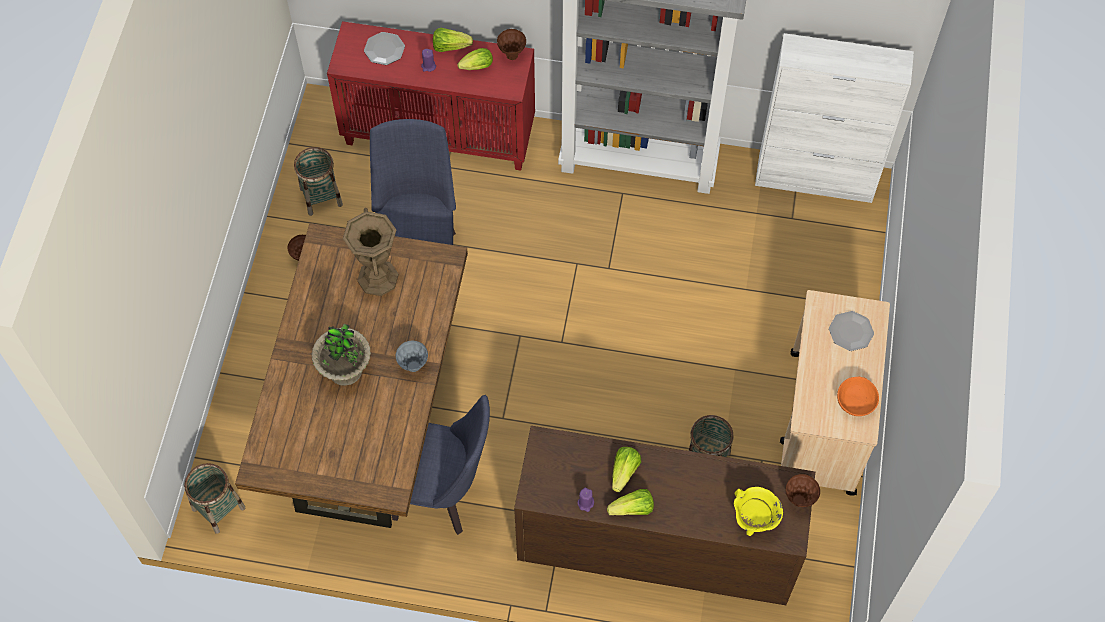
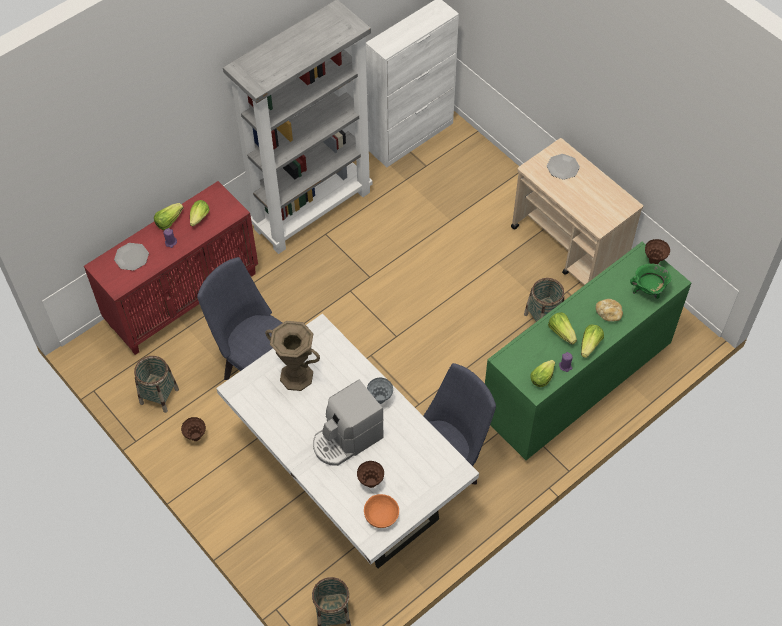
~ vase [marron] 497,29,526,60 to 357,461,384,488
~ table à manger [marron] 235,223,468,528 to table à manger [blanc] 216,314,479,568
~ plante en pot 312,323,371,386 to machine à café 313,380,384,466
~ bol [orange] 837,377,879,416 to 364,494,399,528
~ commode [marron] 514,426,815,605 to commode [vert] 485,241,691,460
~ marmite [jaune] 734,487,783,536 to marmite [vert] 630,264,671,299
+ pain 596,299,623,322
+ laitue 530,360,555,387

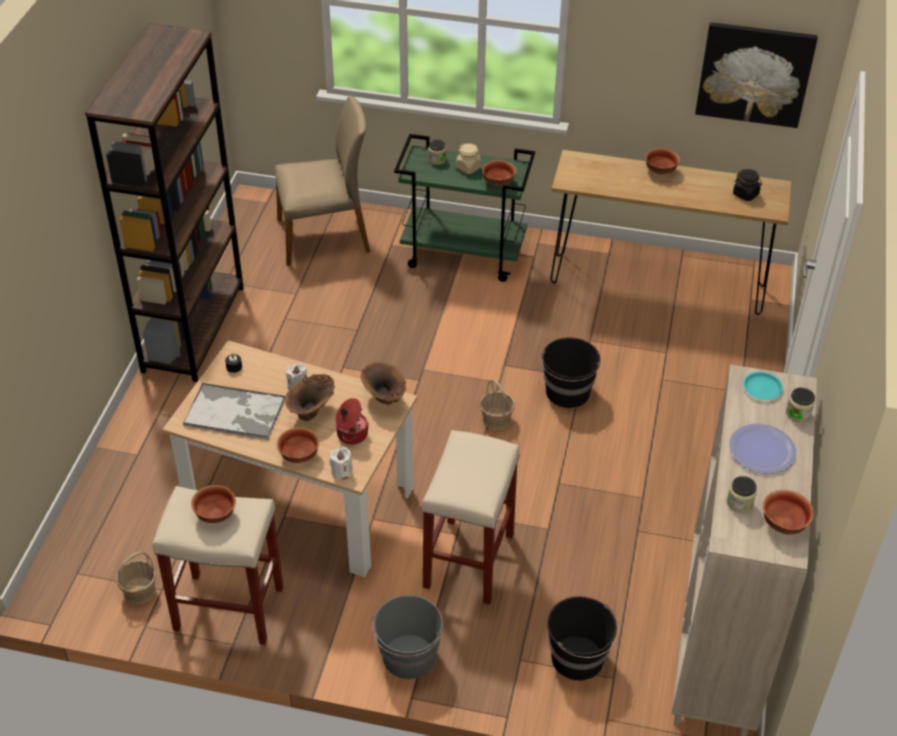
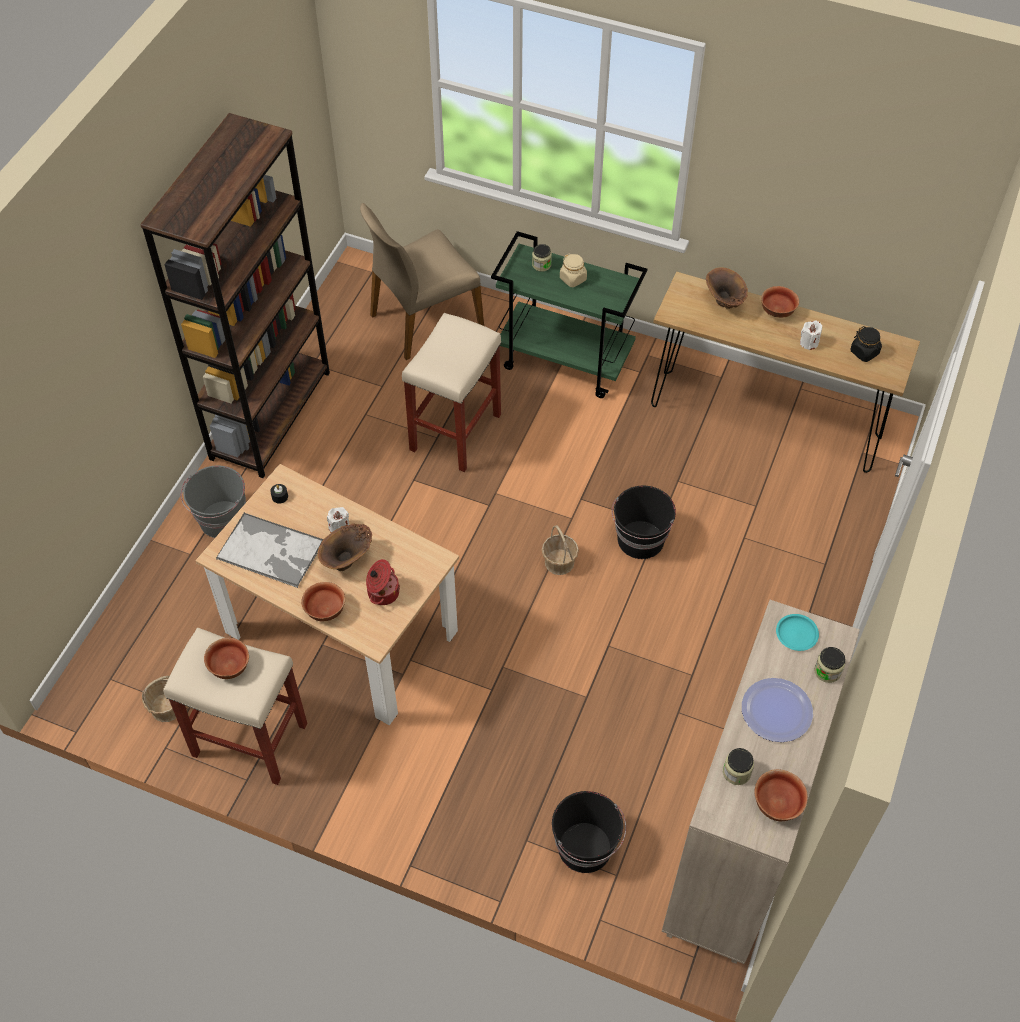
- tableau 695,22,818,128
~ chaise [beige] 275,95,370,266 = 360,203,484,360 150 degrees clockwise
- bol 482,160,516,186
~ vase [marron] 360,362,406,405 to 706,267,748,309
~ tabouret [beige] 421,430,520,605 to 402,313,501,472
~ bougie [blanc] 329,447,353,480 to 800,321,822,350
~ seau [gris] 371,595,443,679 to 181,465,246,538

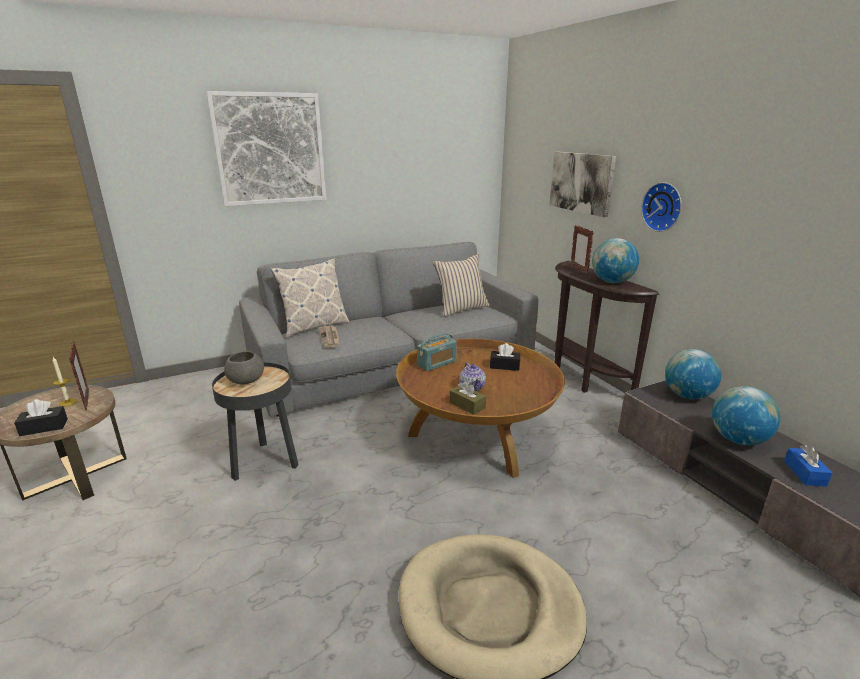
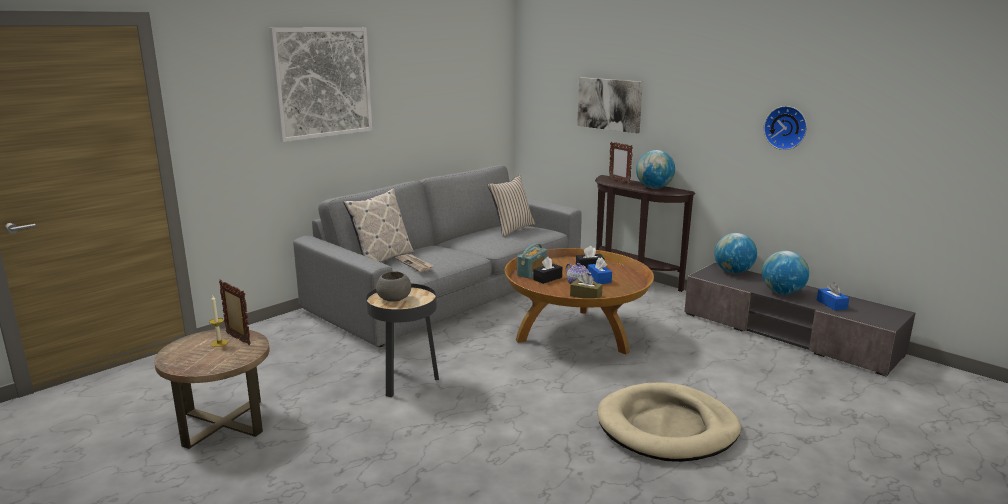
~ horloge murale 641,182,682,232 to 764,106,807,150
~ boîte à mouchoirs [noir] 14,399,68,436 to 533,257,562,284
+ boîte à mouchoirs [bleu] 588,257,612,284

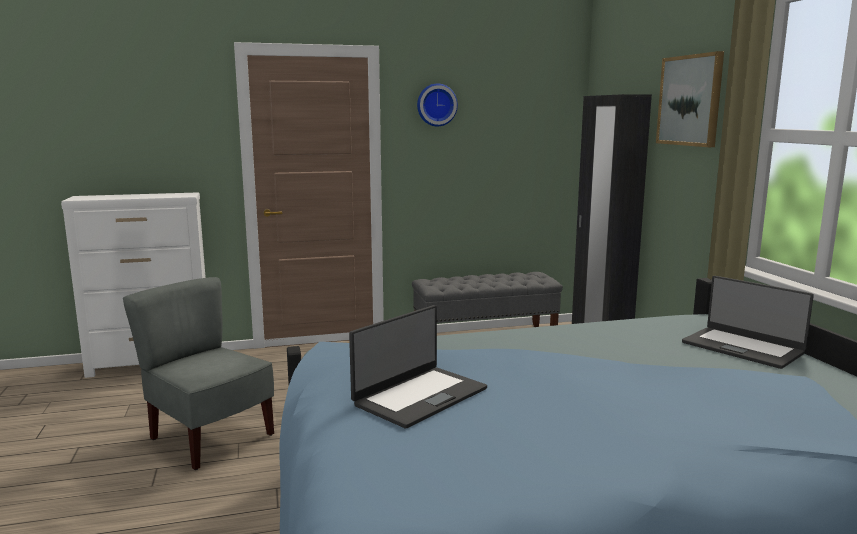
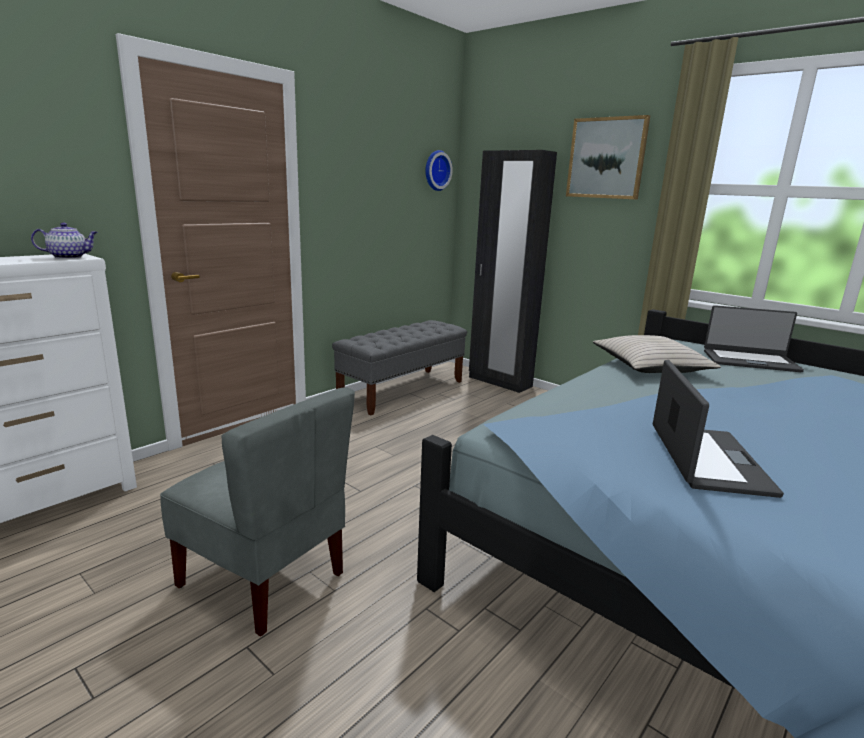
~ horloge murale 417,83,458,127 to 425,150,453,191
~ chaise [gris] 123,277,274,470 = 160,387,355,637 150 degrees counterclockwise
+ théière 31,222,98,259
+ coussin [beige] 593,335,721,373

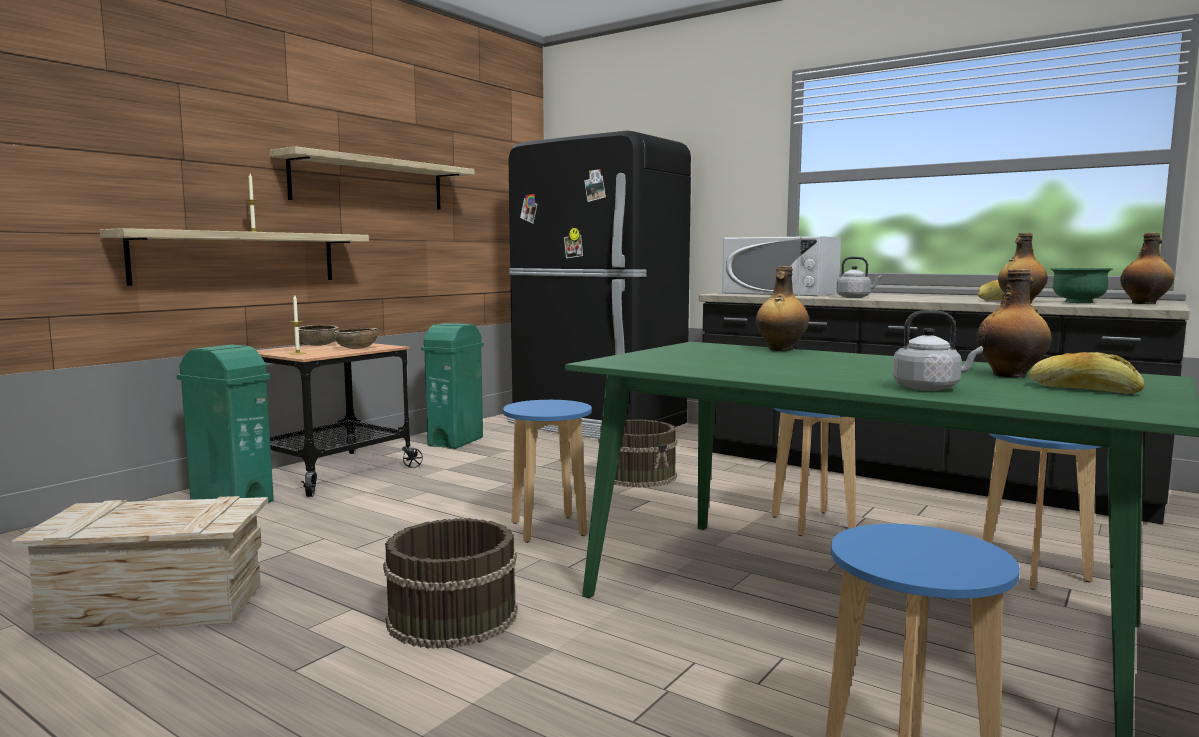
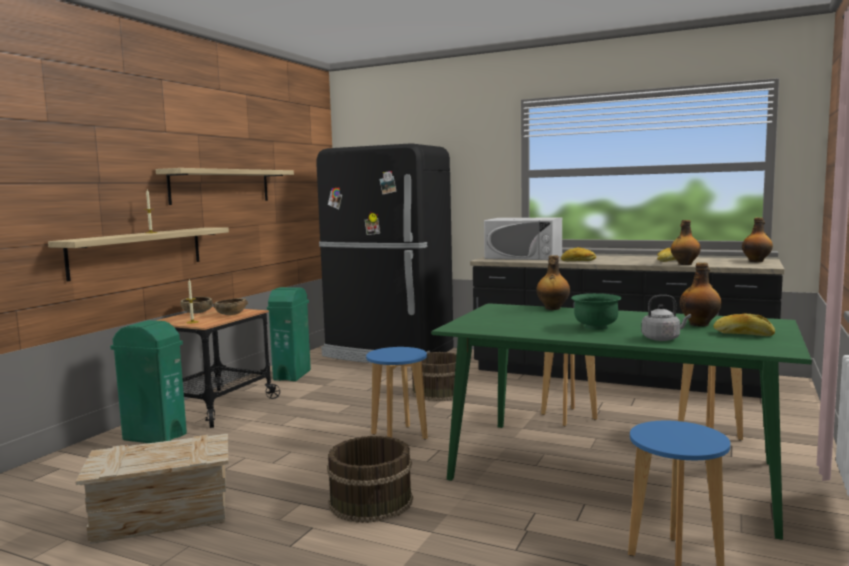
~ bouilloire [gris] 837,256,882,298 to pain 561,247,596,261
~ bol [vert] 1051,268,1113,303 to 571,293,622,330

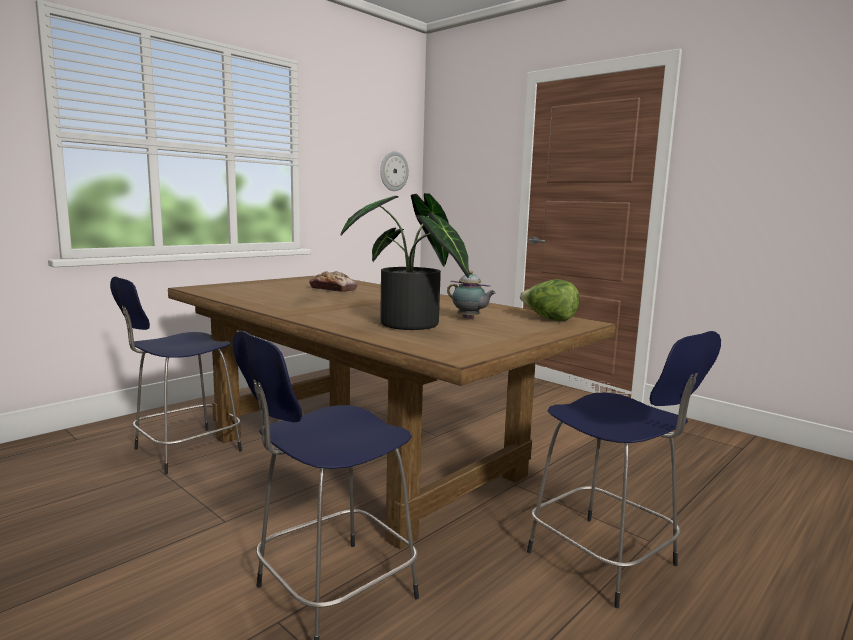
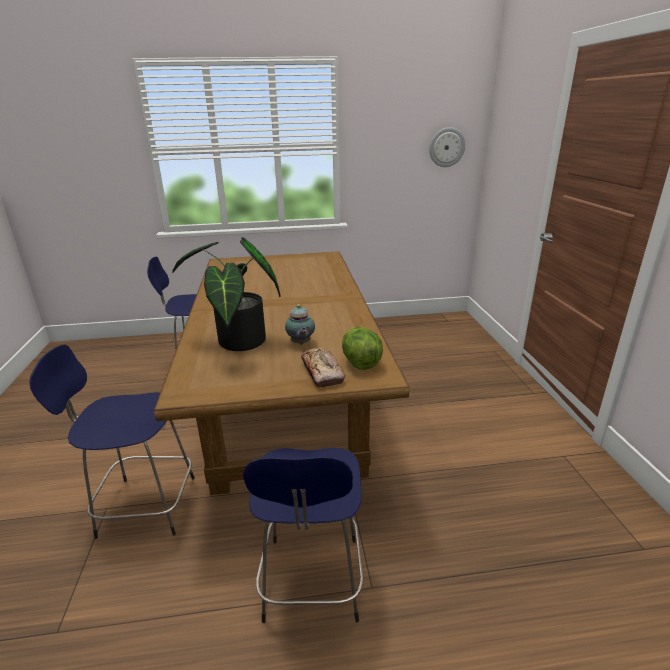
~ pain 309,271,357,292 to 301,348,345,388

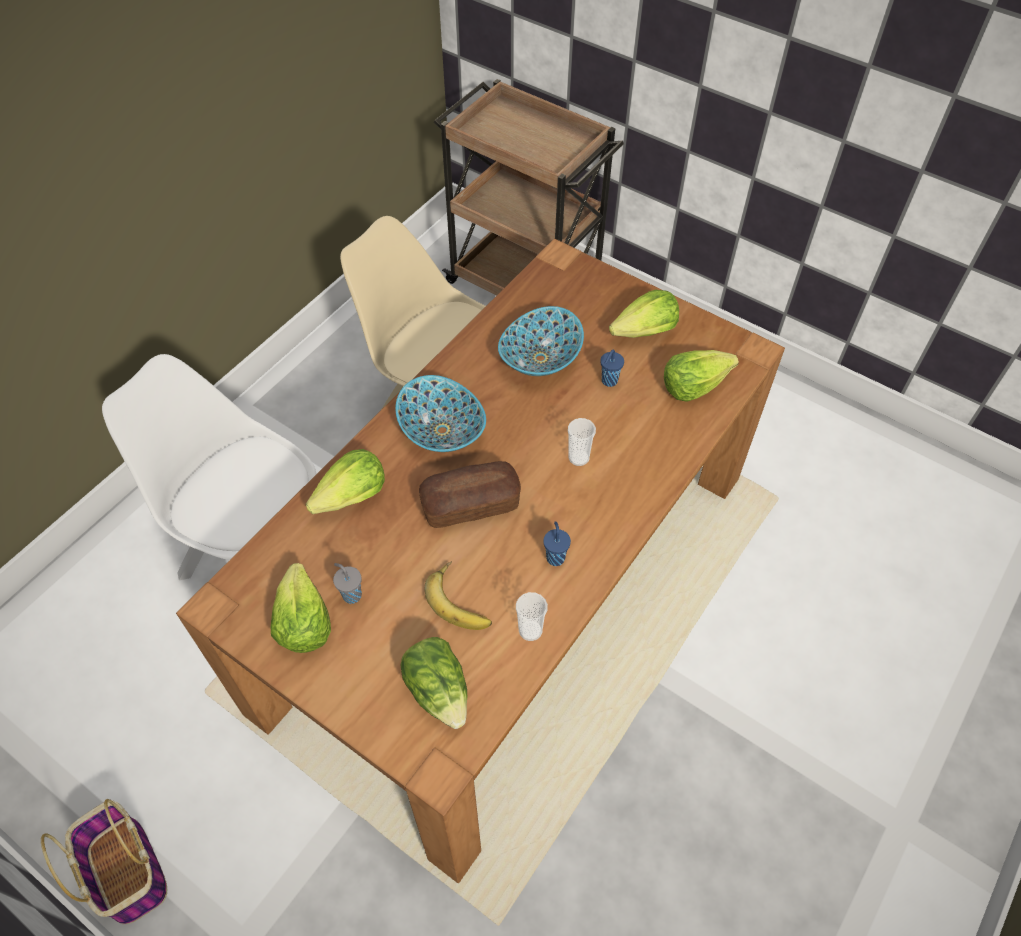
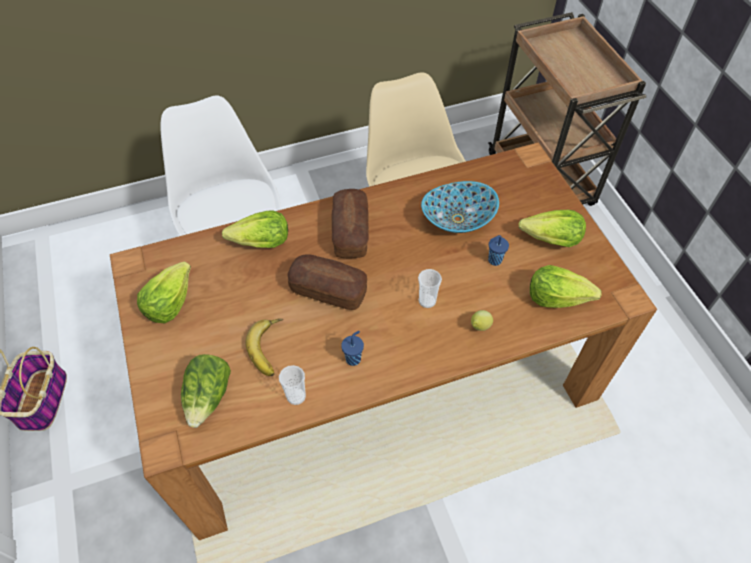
~ bol 395,375,486,452 to pain 331,189,369,258
- tasse [gris] 333,563,362,604
+ citron 471,310,493,331

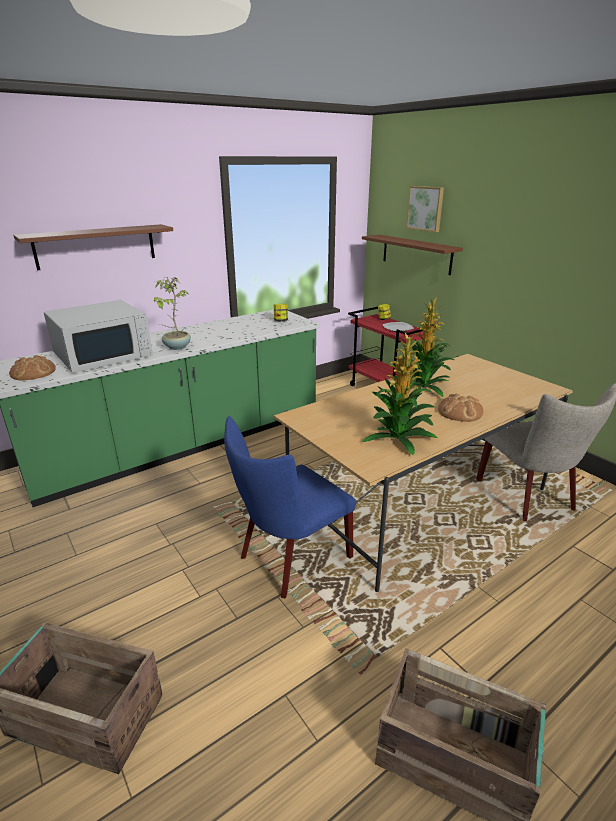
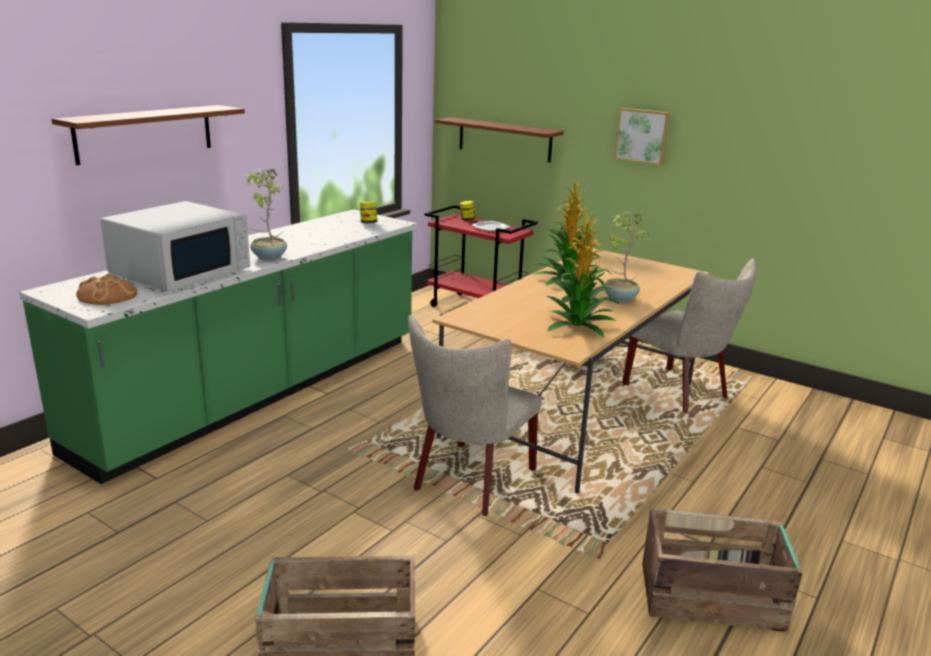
~ tableau 406,186,444,232 to 614,108,670,166
~ pain 438,393,484,422 to plante en pot 604,212,649,302
~ chaise [bleu] 224,416,356,598 to chaise [beige] 408,315,542,516

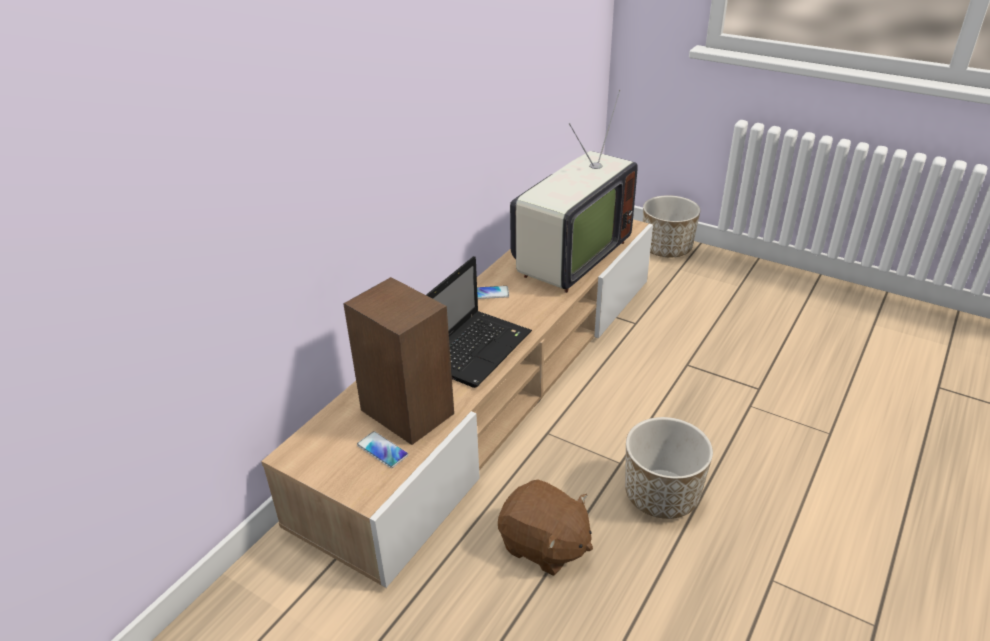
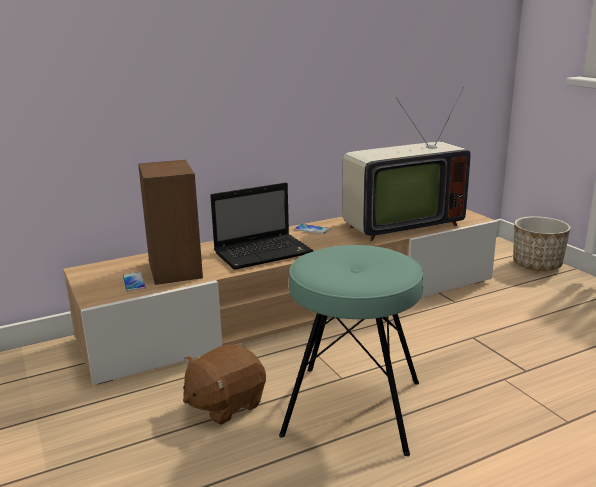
~ cache-pot 625,417,713,519 to tabouret [turquoise] 279,245,423,456
~ peluche [marron] 498,480,593,576 = 183,344,266,425 75 degrees clockwise

